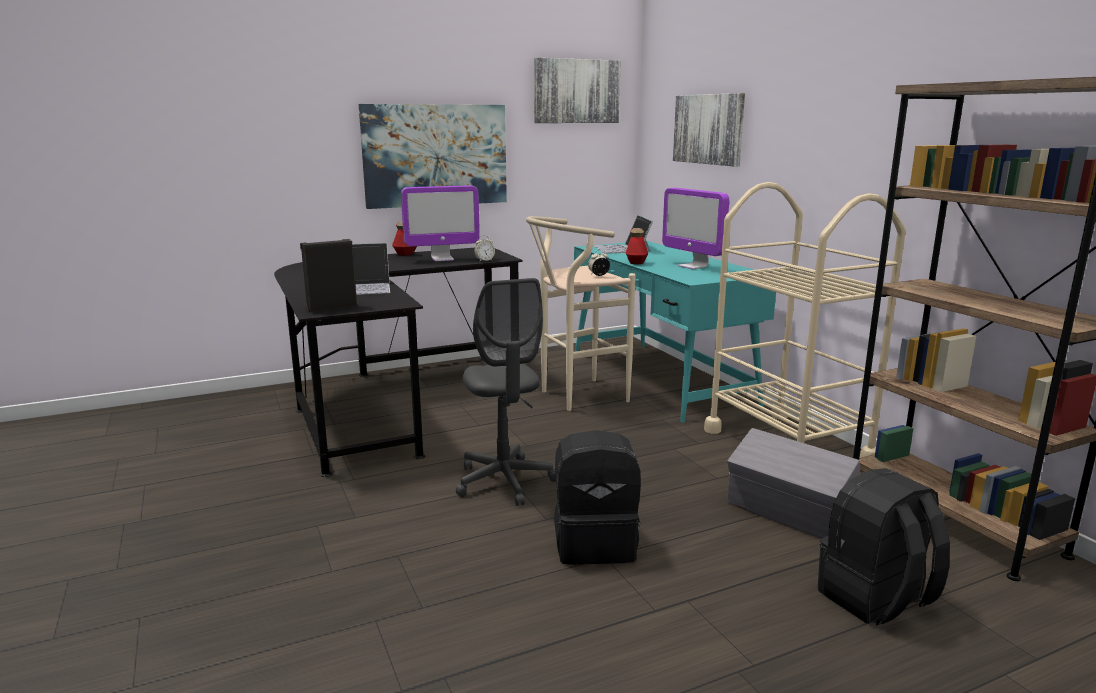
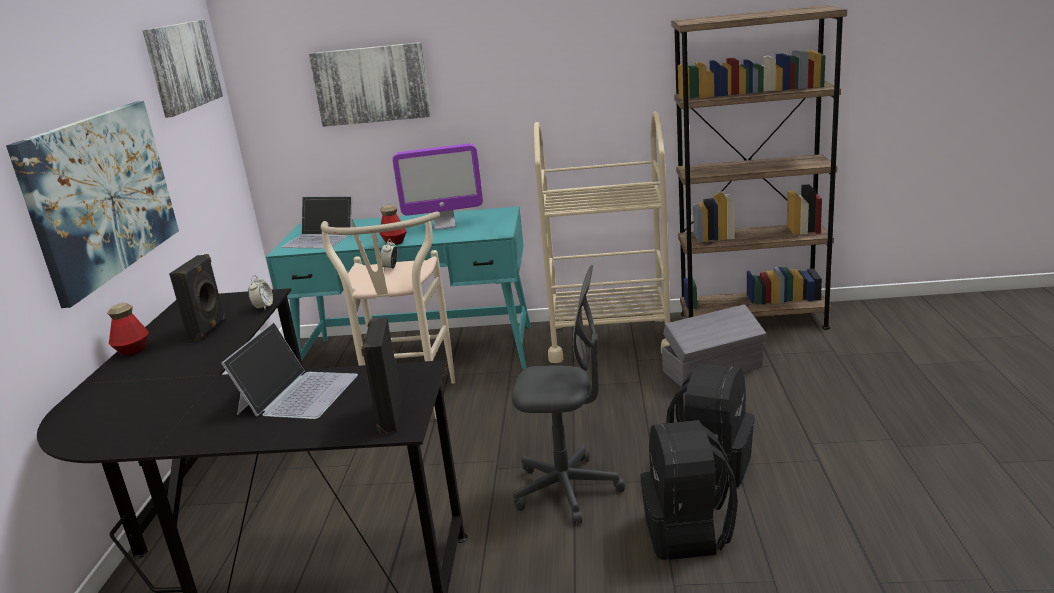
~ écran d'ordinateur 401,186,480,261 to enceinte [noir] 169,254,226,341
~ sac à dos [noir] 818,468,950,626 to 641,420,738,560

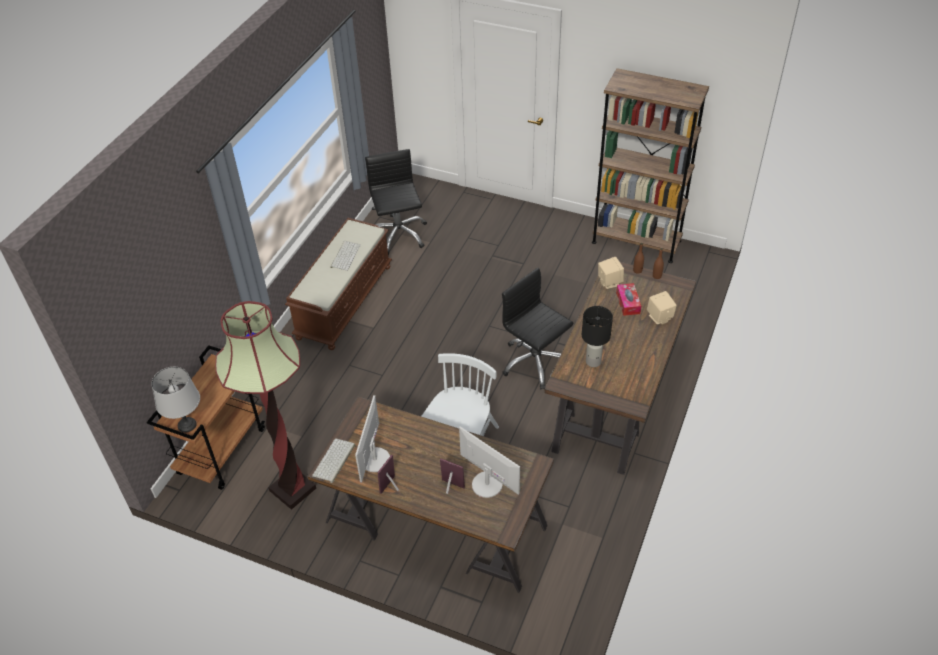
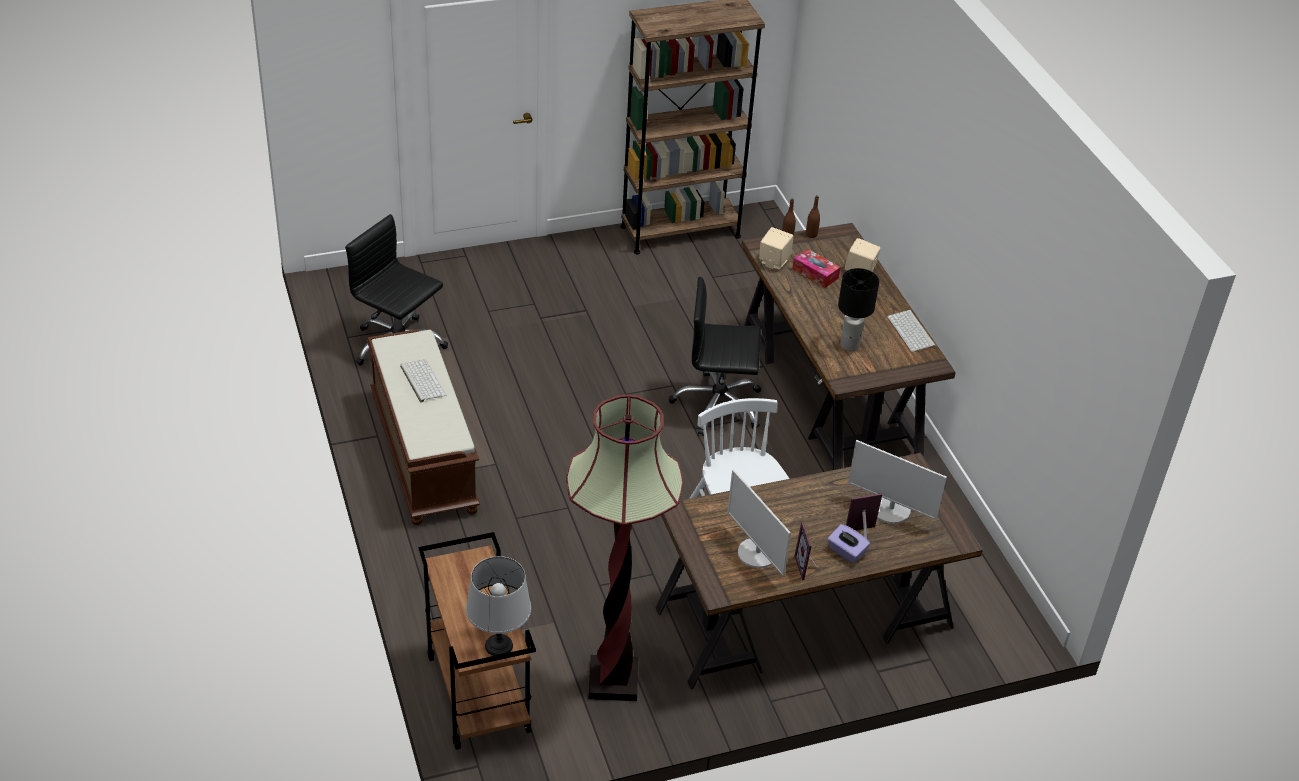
~ écran d'ordinateur 459,426,520,498 = 848,440,947,524 150 degrees counterclockwise
~ clavier 312,438,355,483 to 887,310,936,352
+ boîte à mouchoirs [violet] 828,524,870,563

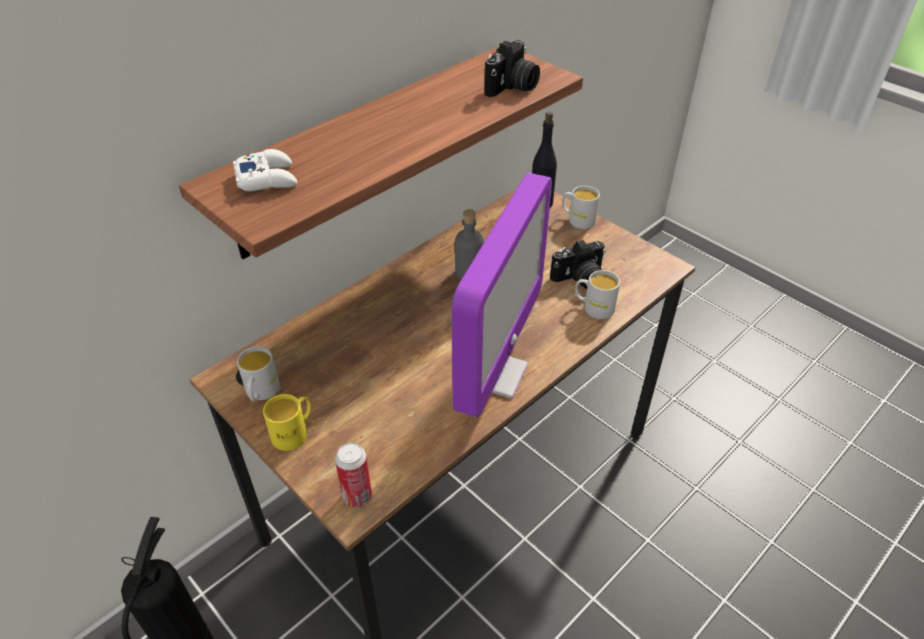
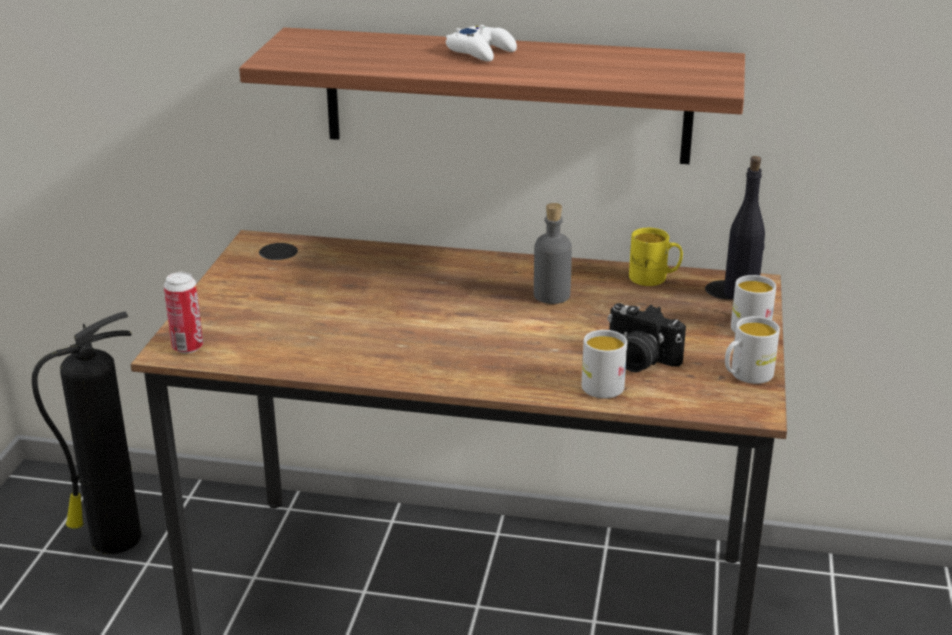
- appareil photo 484,40,540,97
~ manette [blanc] 233,149,297,191 to 446,25,517,62
- écran d'ordinateur 452,173,552,417
~ mug [blanc] 237,346,280,402 to 725,316,780,384
~ mug [jaune] 263,394,311,451 to 629,228,683,286

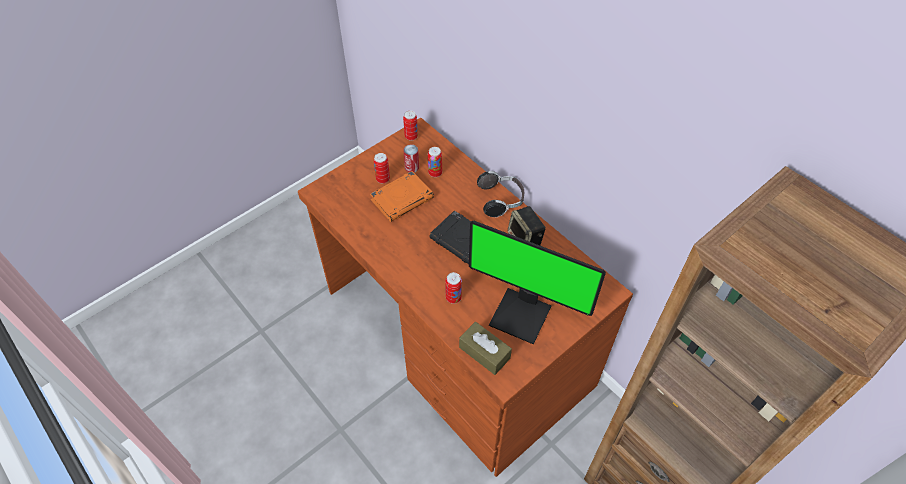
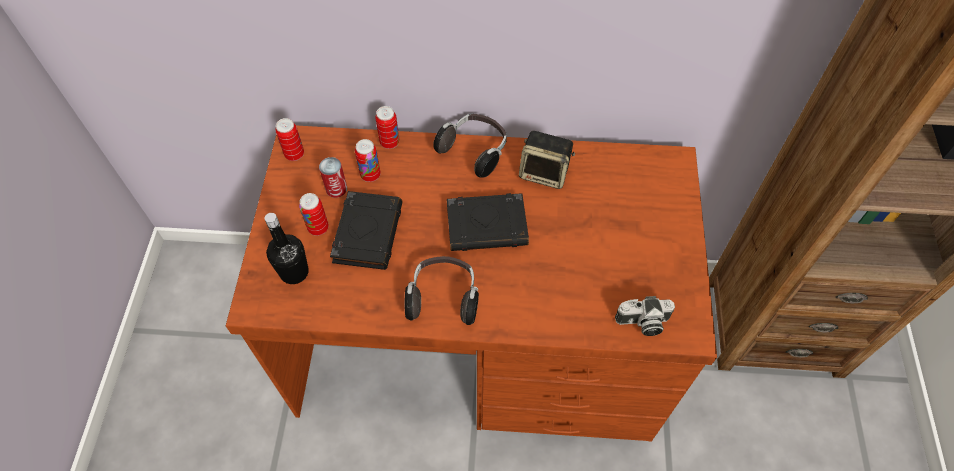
~ livre [orange] 370,171,434,222 to livre [noir] 330,191,403,270
- écran d'ordinateur 469,221,606,344
~ boîte métallique 445,272,462,304 to 375,106,400,149
~ boîte à mouchoirs [marron] 459,322,512,375 to appareil photo 615,296,675,336
+ bouteille [noir] 264,213,309,284
+ casque audio 405,256,479,325

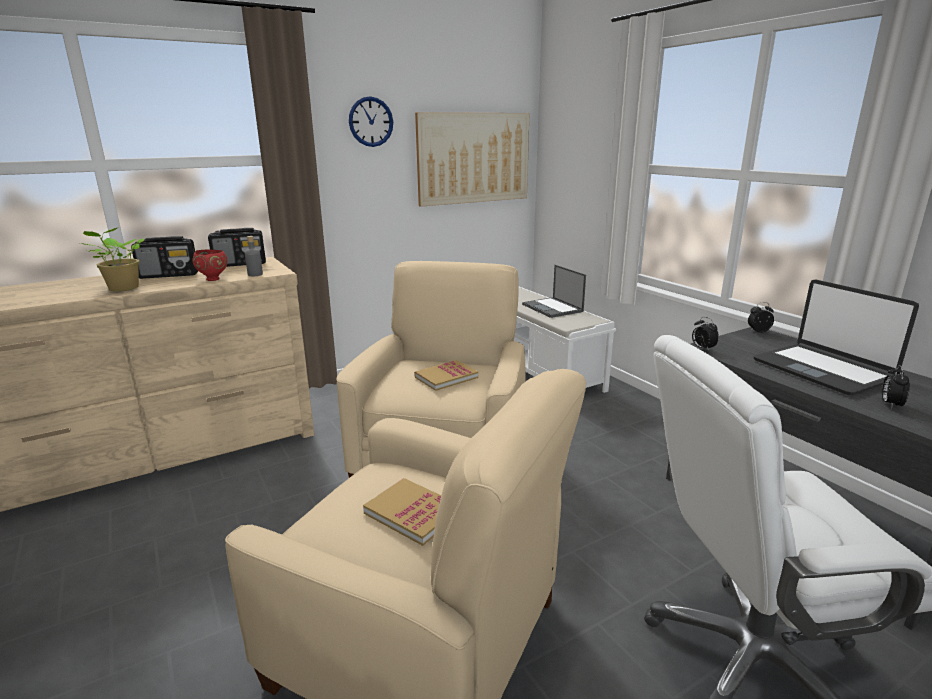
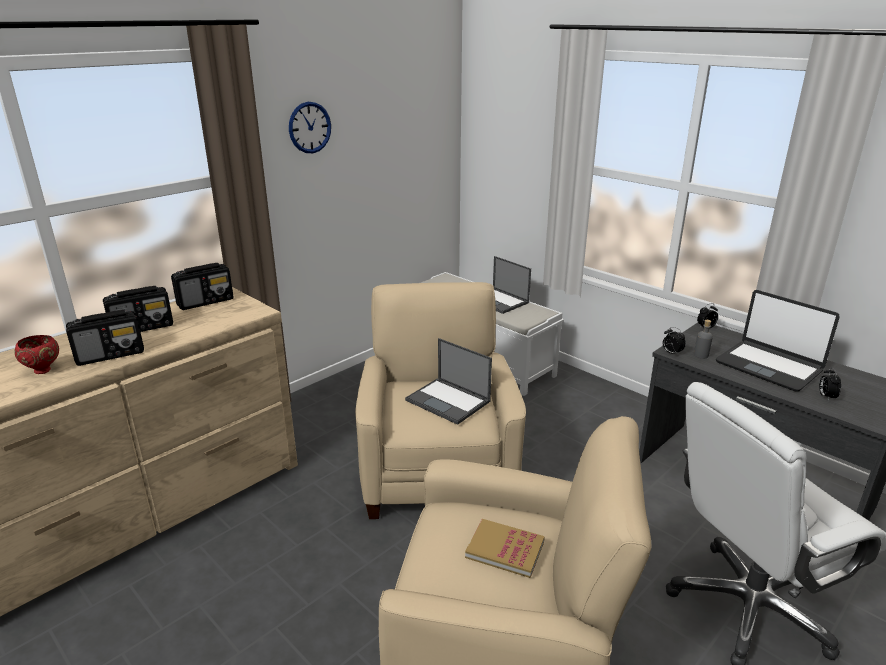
- tableau 415,112,529,207
~ plante en pot 80,227,144,291 to radio 66,310,144,366
~ bouteille [gris] 245,236,263,276 to 694,320,713,359
~ bol [rouge] 192,249,228,281 to 14,335,59,374
~ livre 414,360,478,391 to ordinateur portable 405,338,492,425

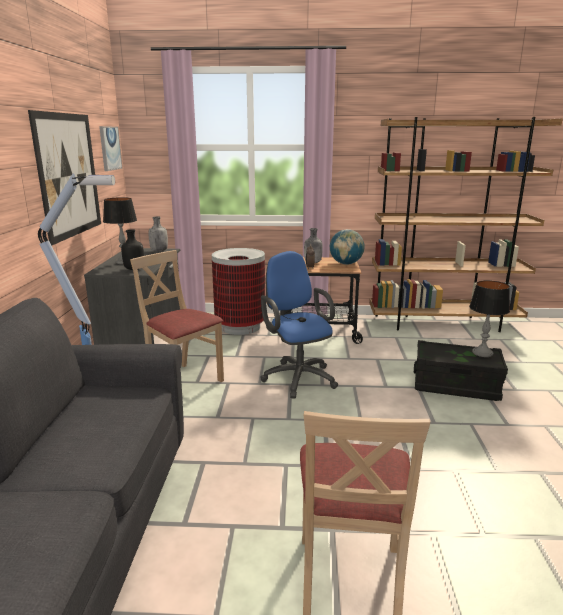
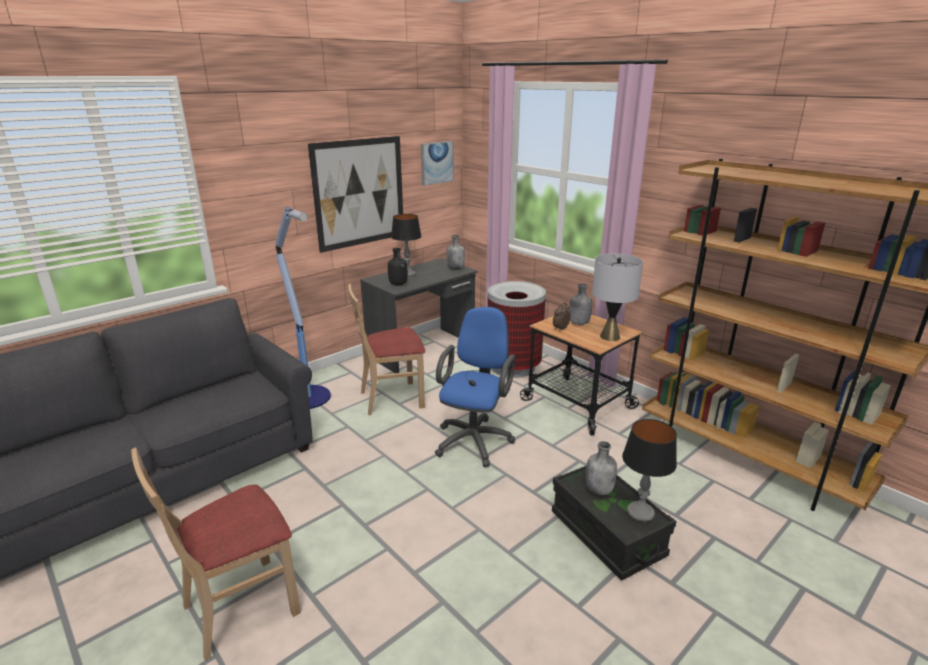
~ globe 330,229,365,265 to lampe de table [gris] 592,254,643,341
~ chaise [beige] 130,250,224,382 = 348,283,425,415 105 degrees counterclockwise
+ bouteille [gris] 585,441,617,496

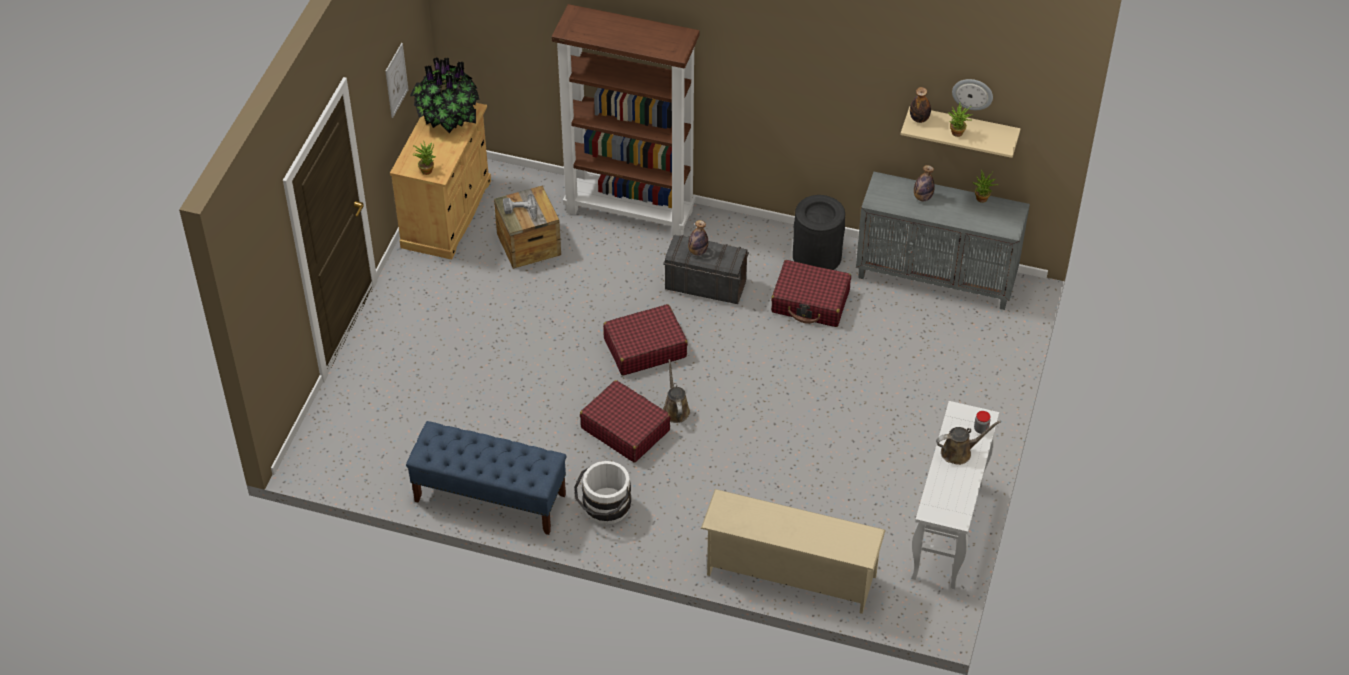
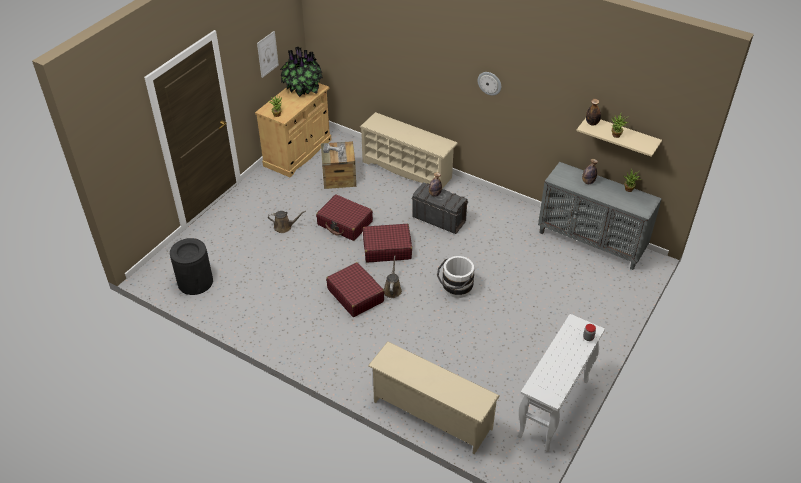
~ bibliothèque [marron] 552,4,699,236 to étagère à chaussures [beige] 360,112,458,189
~ horloge murale 952,79,993,110 to 478,72,501,96
~ poubelle [noir] 793,195,845,270 to 170,238,213,295
~ valise [rouge] 771,260,851,327 to 316,194,373,241
~ arrosoir [marron] 936,420,1001,465 to 268,211,306,233
- banc [bleu] 406,421,566,535
~ seau [blanc] 574,461,631,525 to 437,256,474,298

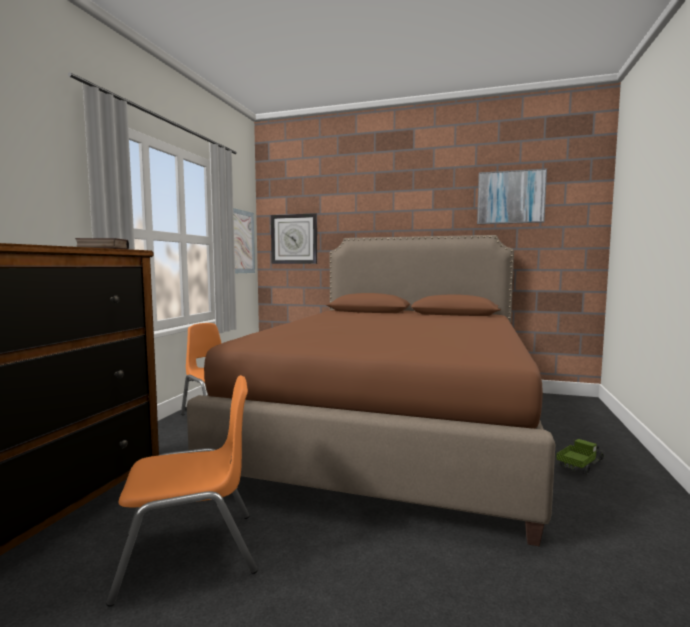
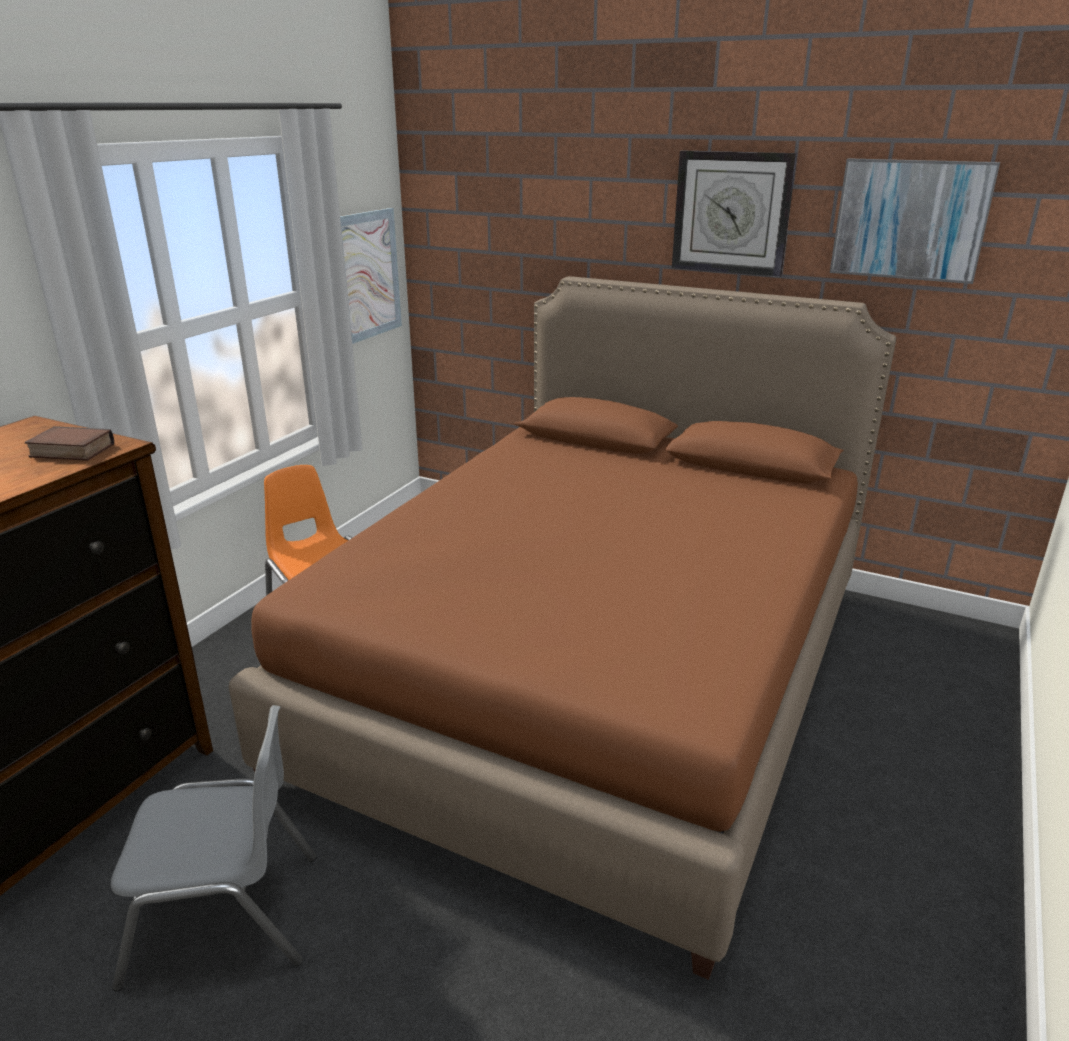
~ horloge murale 271,213,317,264 to 672,151,797,277
~ chaise [orange] 106,375,258,607 to chaise [gris] 111,705,317,992
- camion jouet 556,439,604,475

